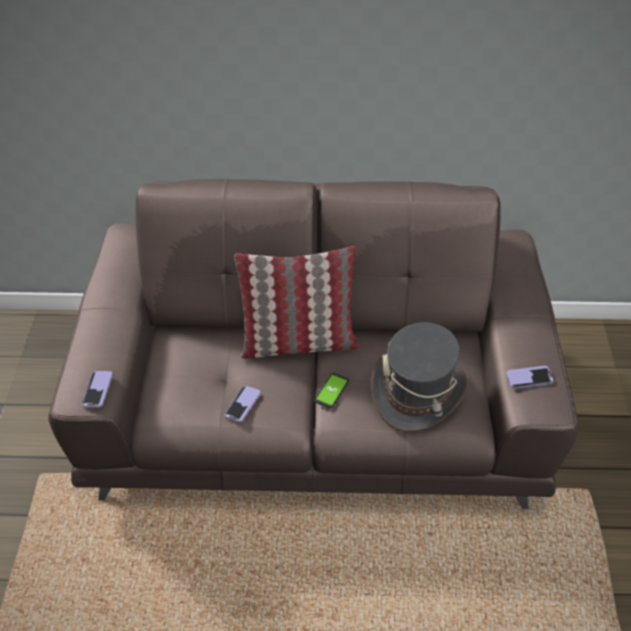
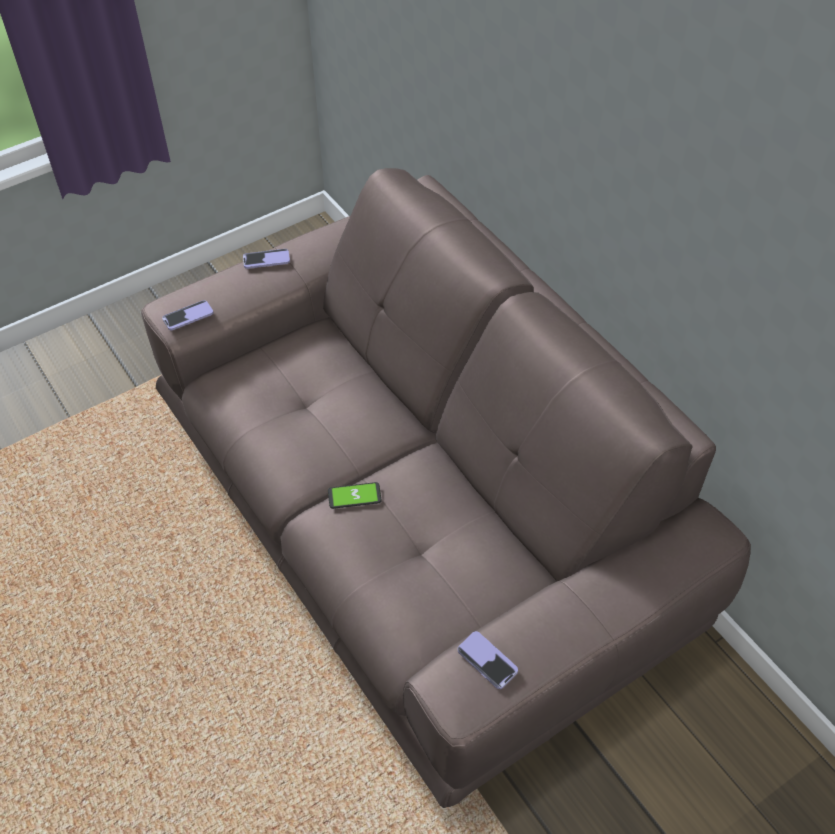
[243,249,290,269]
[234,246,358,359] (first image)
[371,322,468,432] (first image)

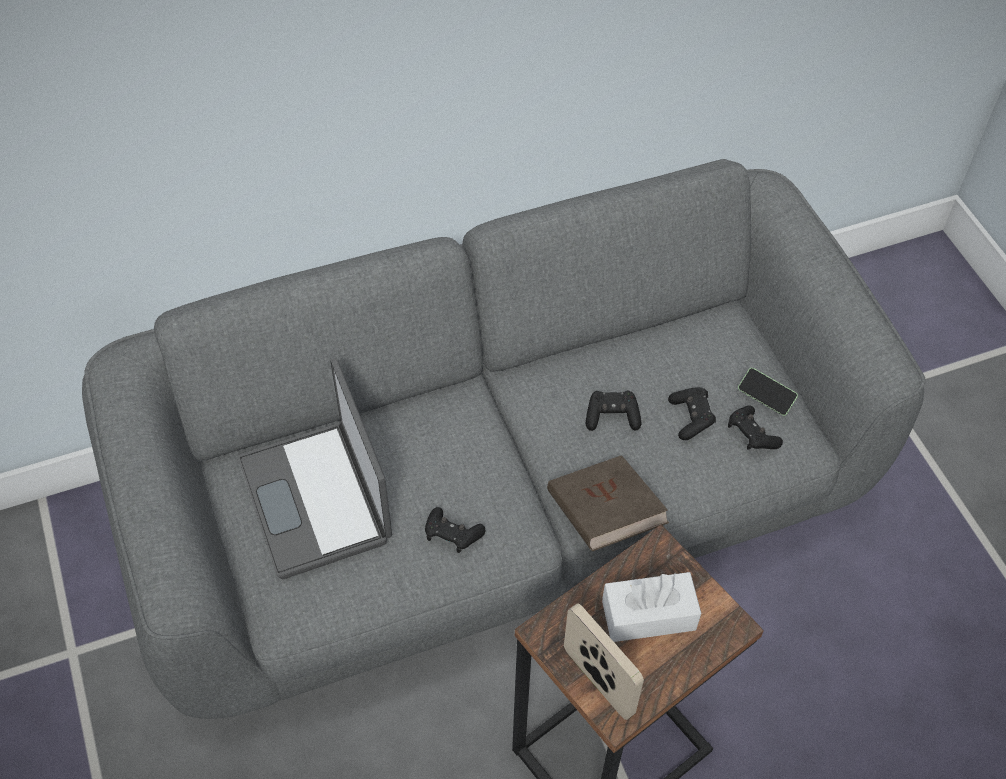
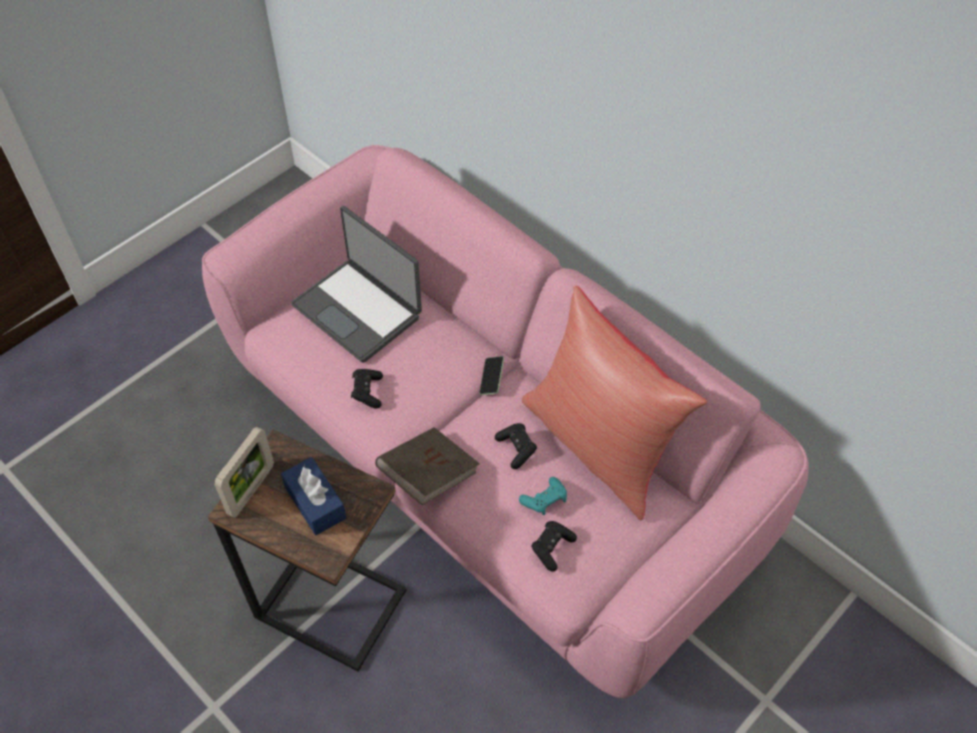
[202,145,809,698]
[281,457,346,535]
[291,206,422,363]
[479,356,504,395]
[519,477,567,515]
[522,286,707,520]

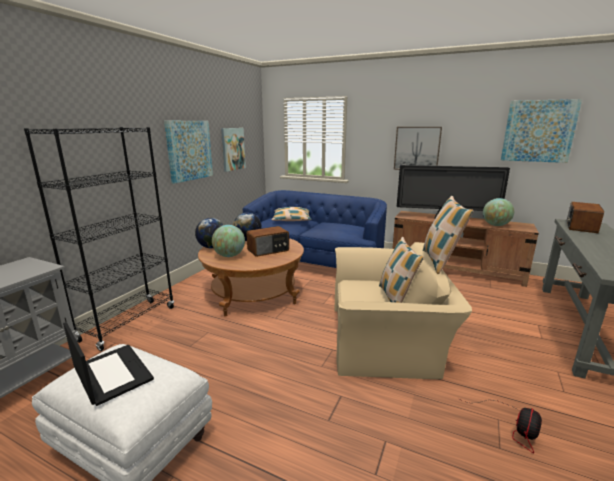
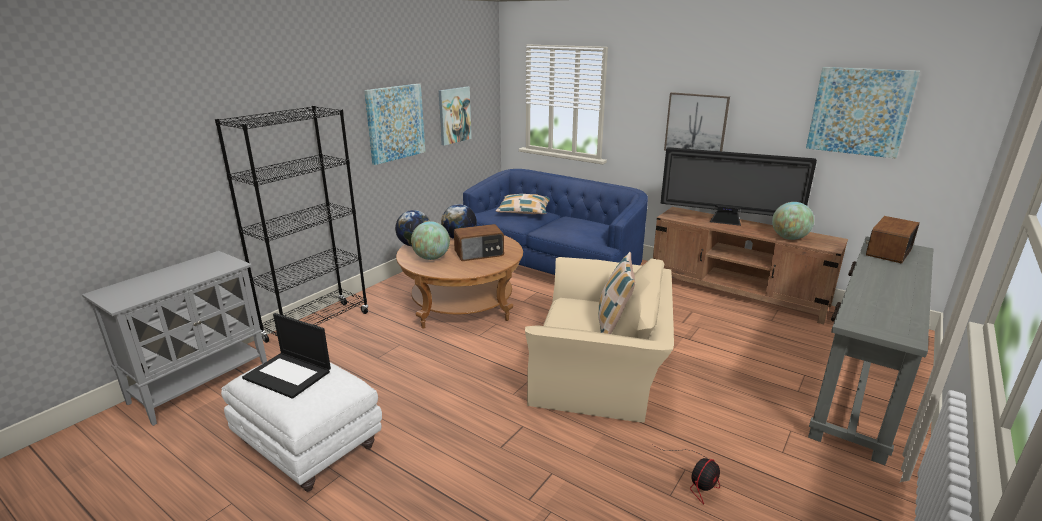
[242,313,331,399]
[423,196,474,274] (first image)

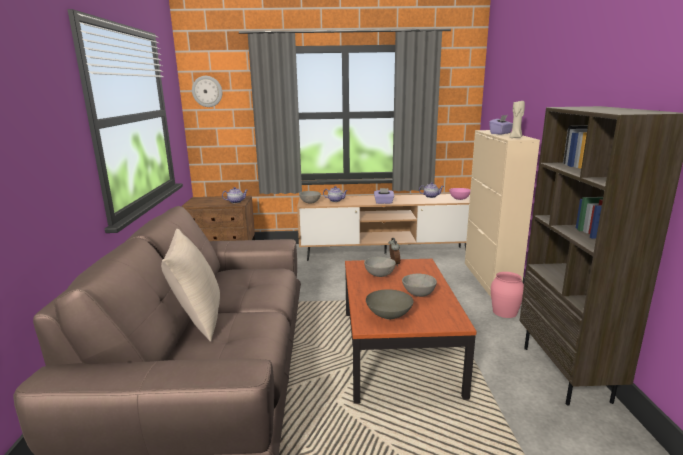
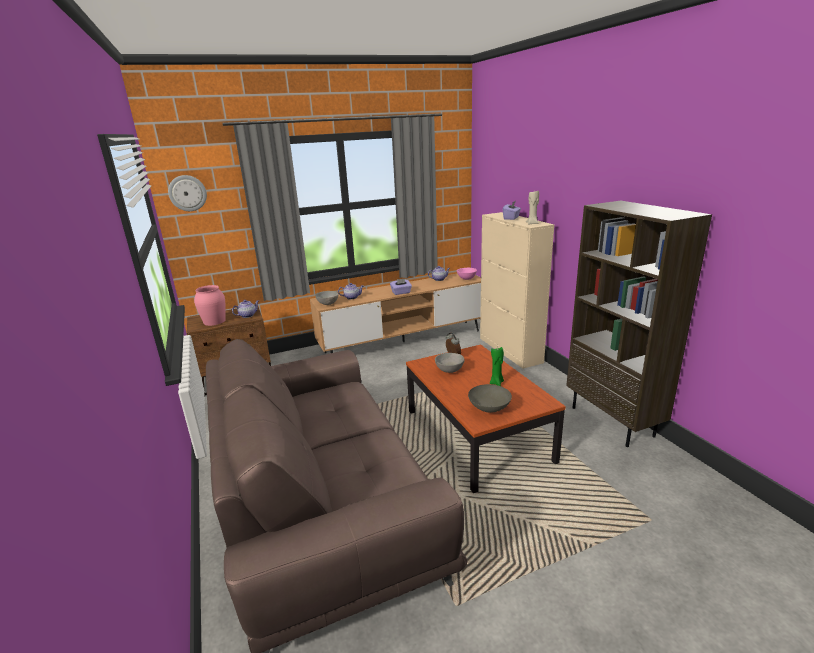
[194,285,226,326]
[490,347,504,386]
[161,229,220,342] (first image)

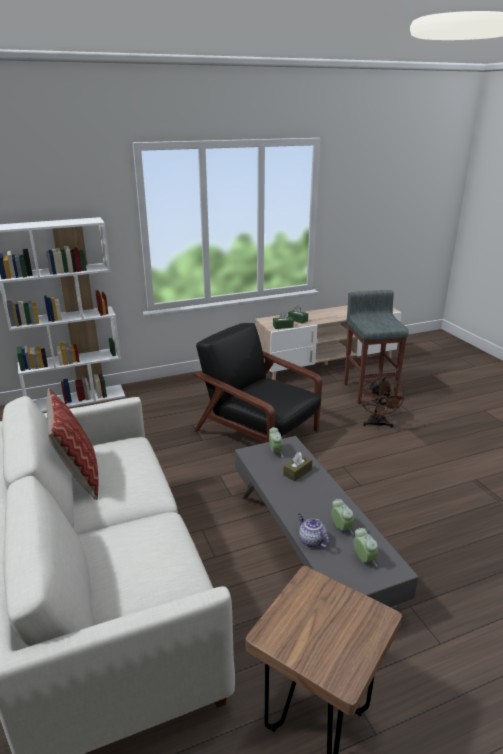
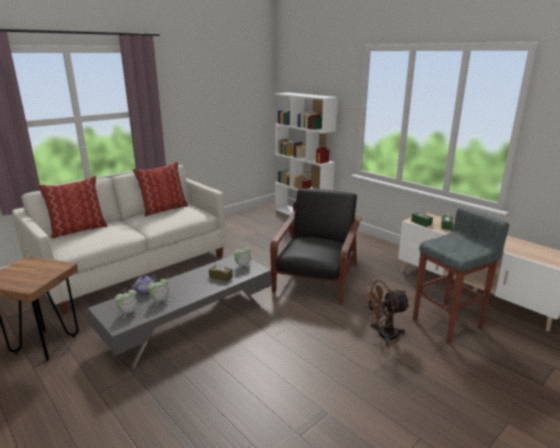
[37,176,107,239]

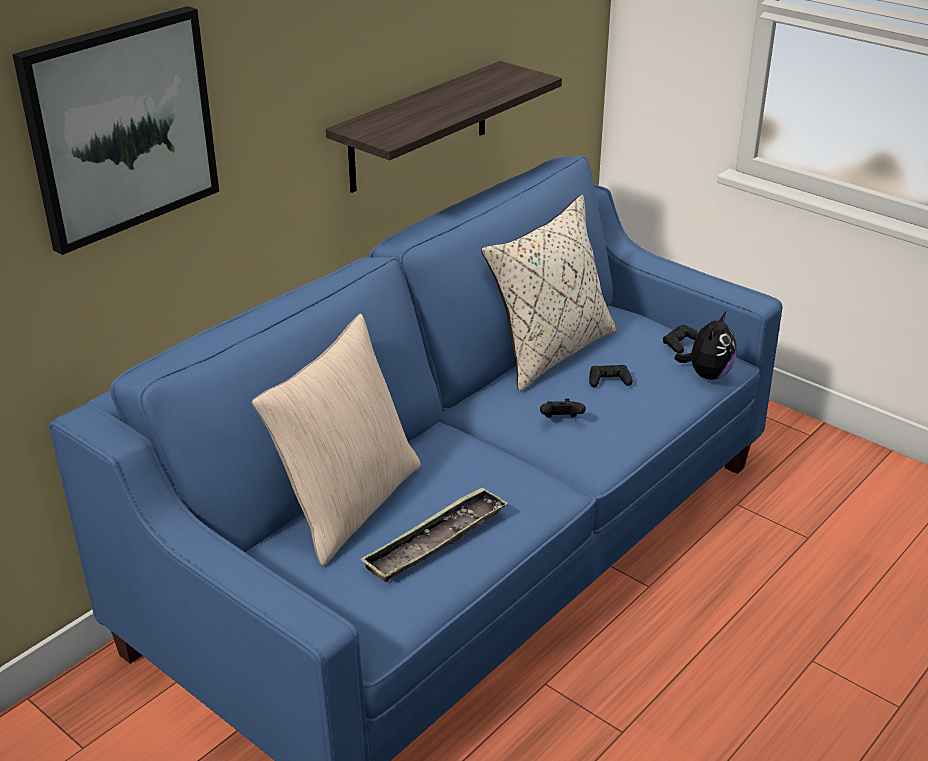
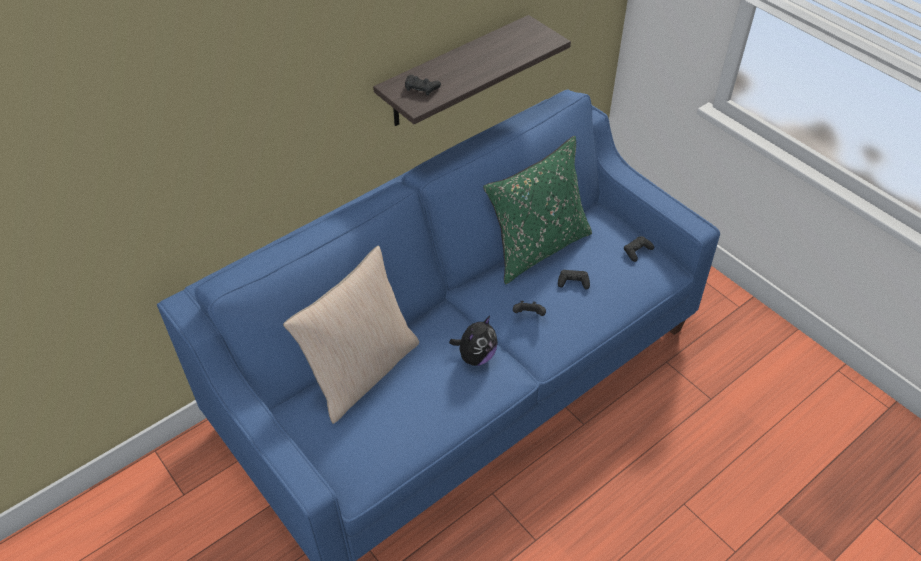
[405,75,441,96]
[449,316,498,366]
[483,136,592,284]
[12,6,219,255] (first image)
[360,487,508,582] (first image)

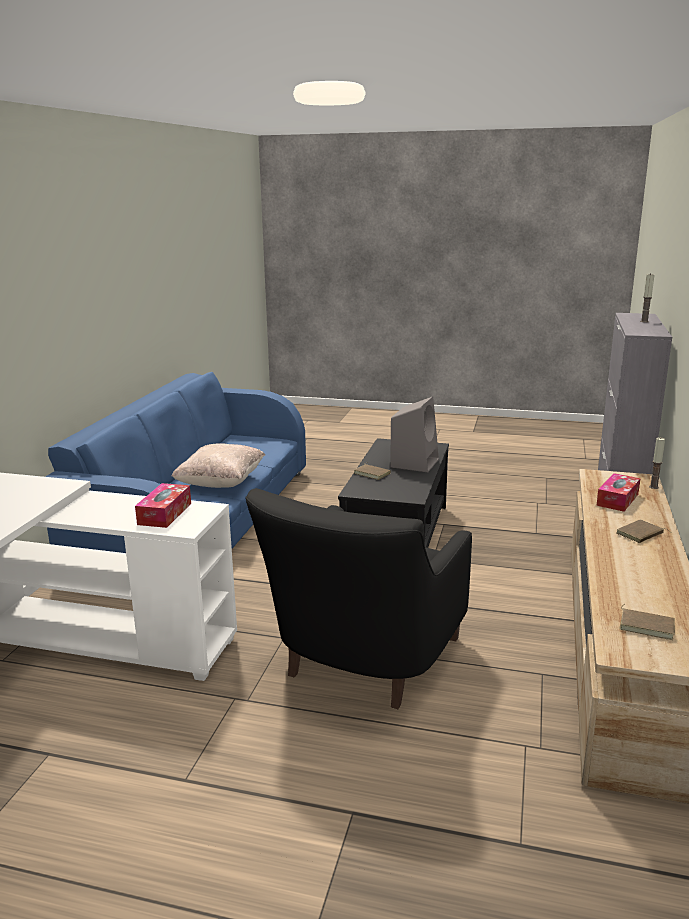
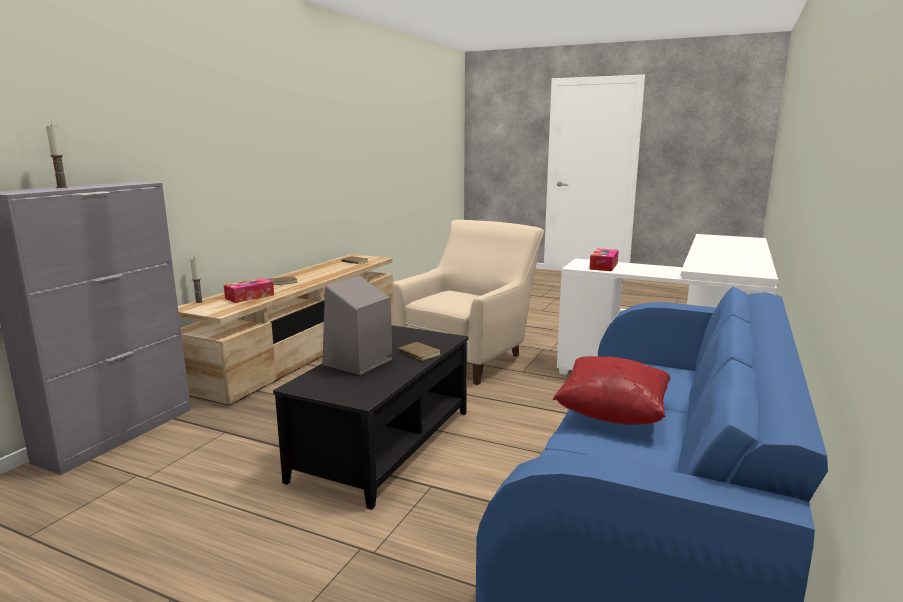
[392,220,544,385]
[553,356,671,425]

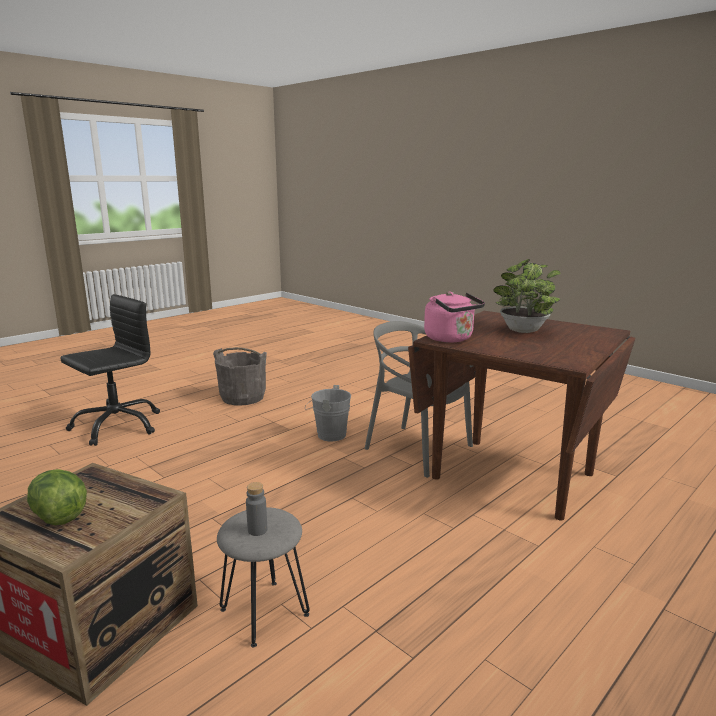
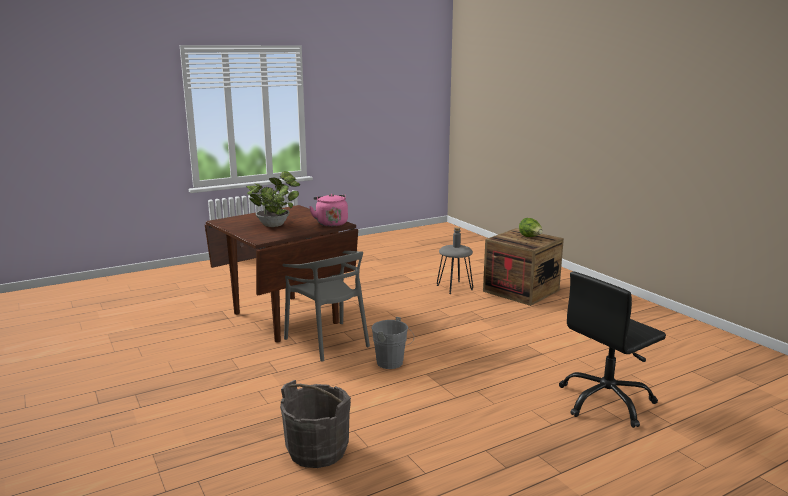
[280,380,351,468]

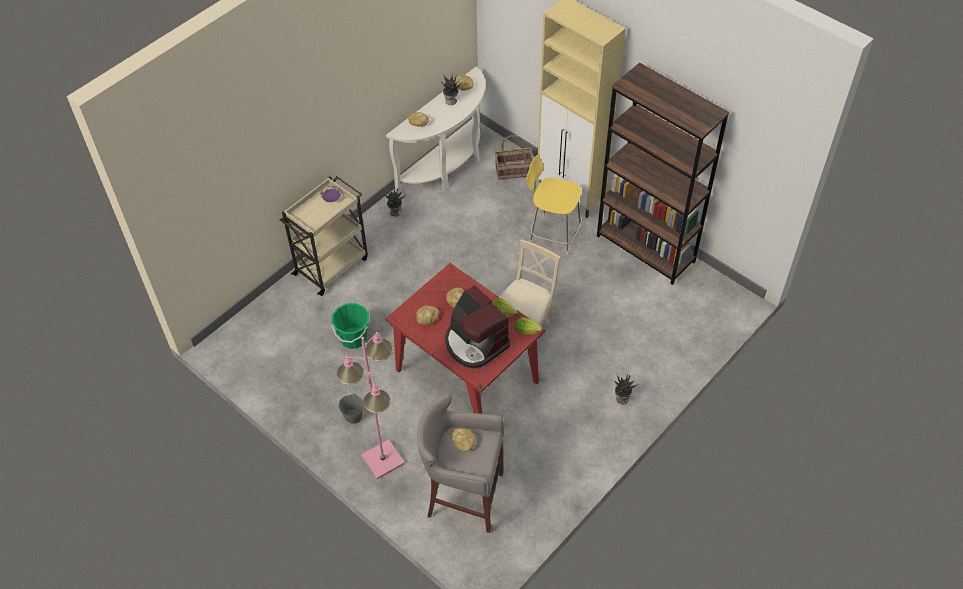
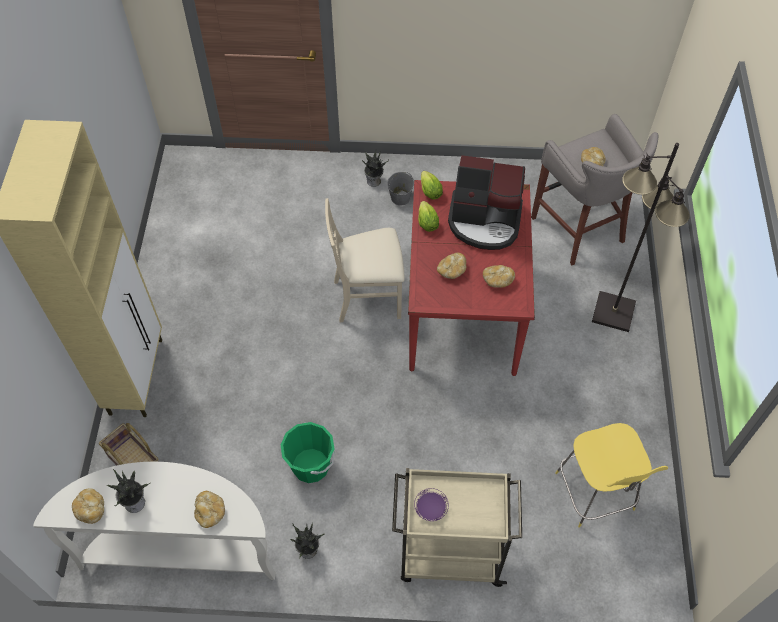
[281,422,335,483]
[387,172,414,206]
[448,155,525,250]
[555,423,668,528]
[592,143,690,332]
[597,62,729,285] (first image)

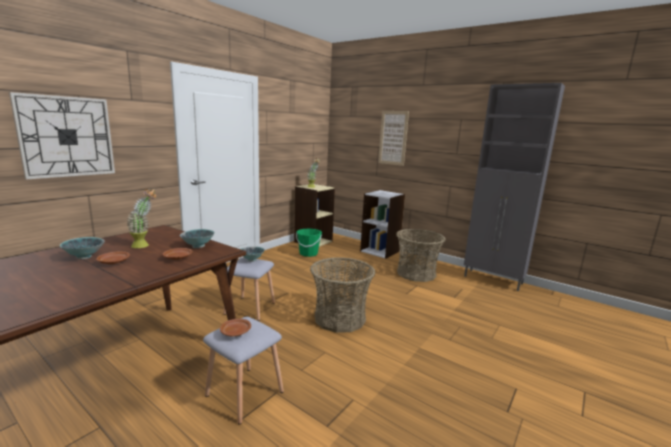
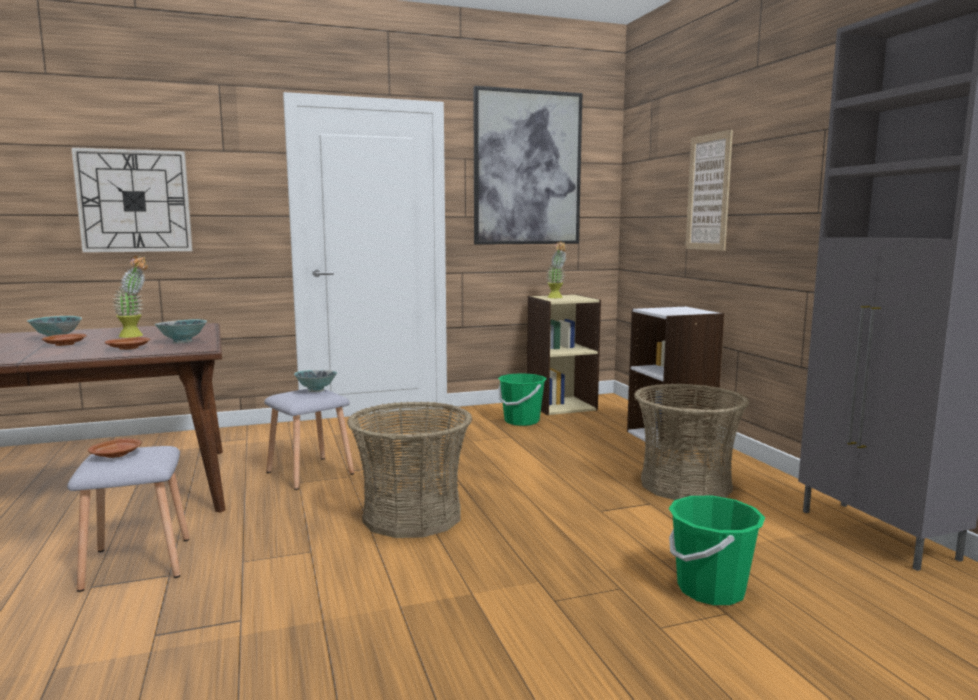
[473,86,583,245]
[668,496,765,605]

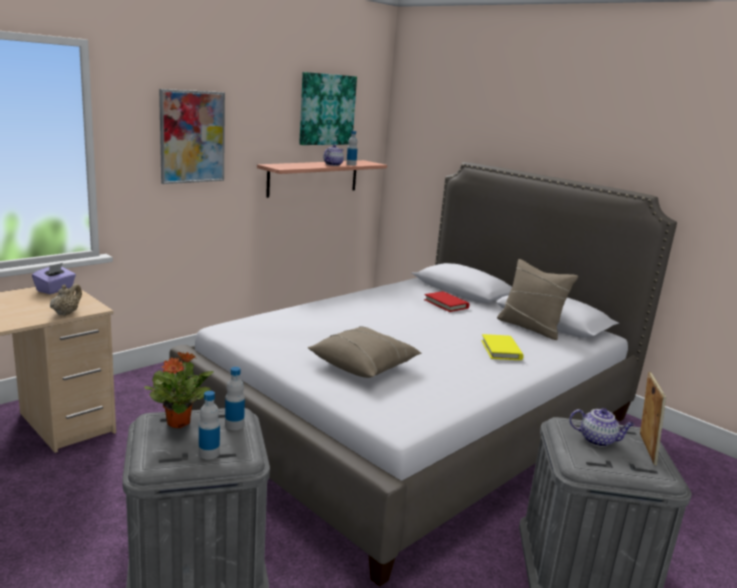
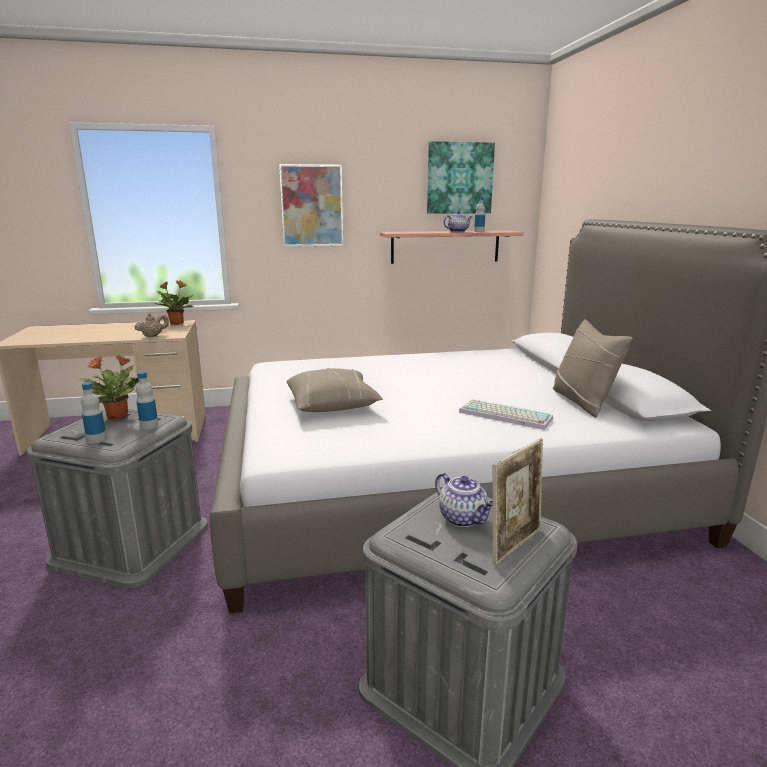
[153,280,194,325]
[459,399,553,430]
[424,291,470,312] (first image)

